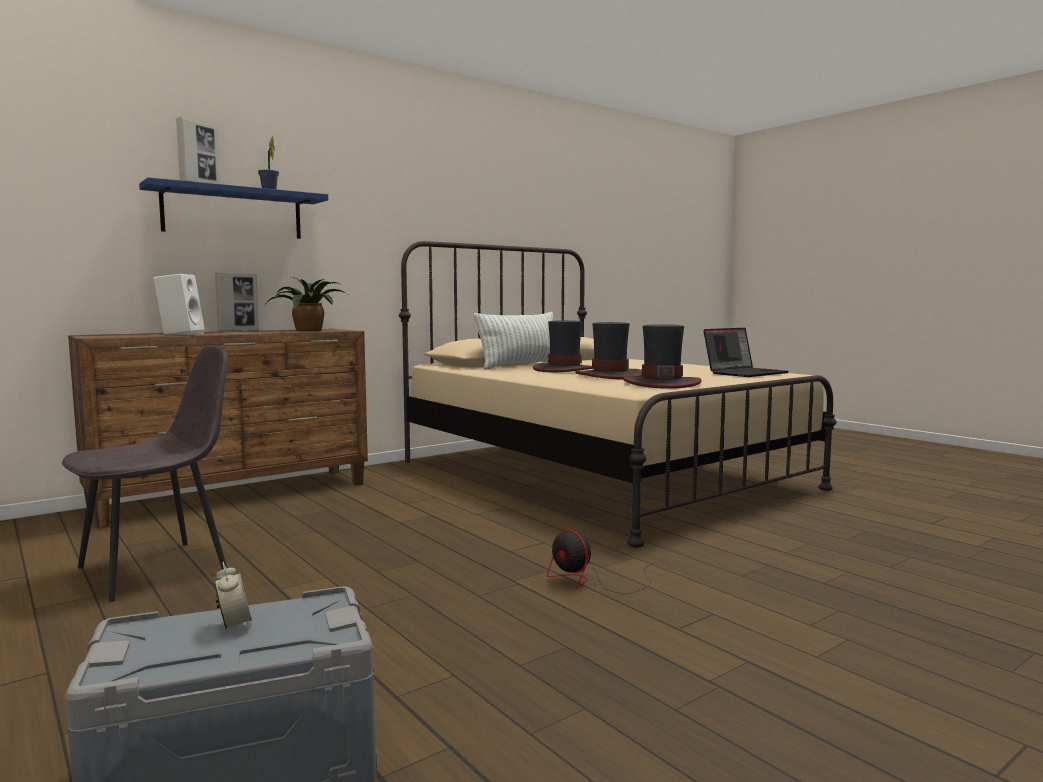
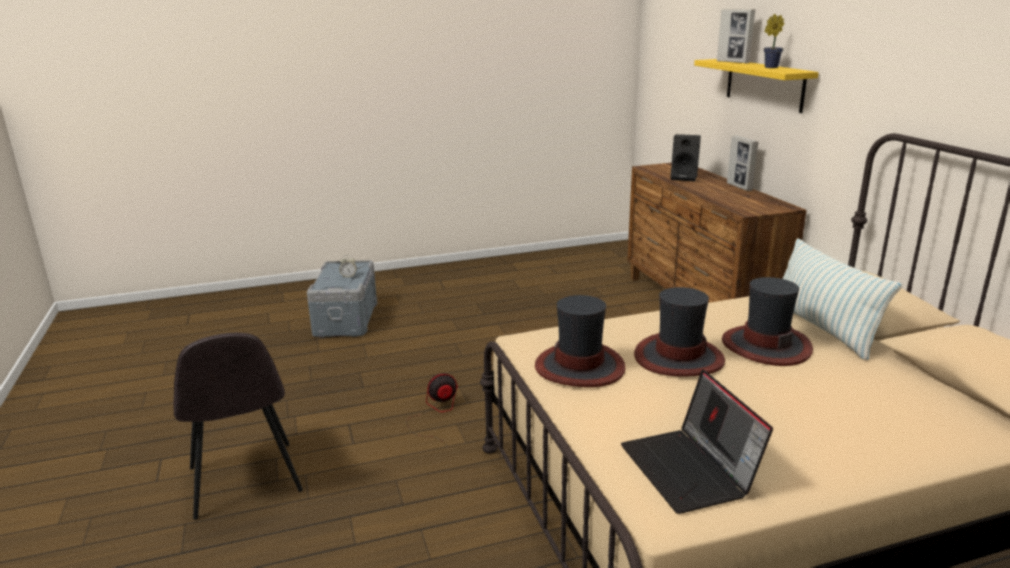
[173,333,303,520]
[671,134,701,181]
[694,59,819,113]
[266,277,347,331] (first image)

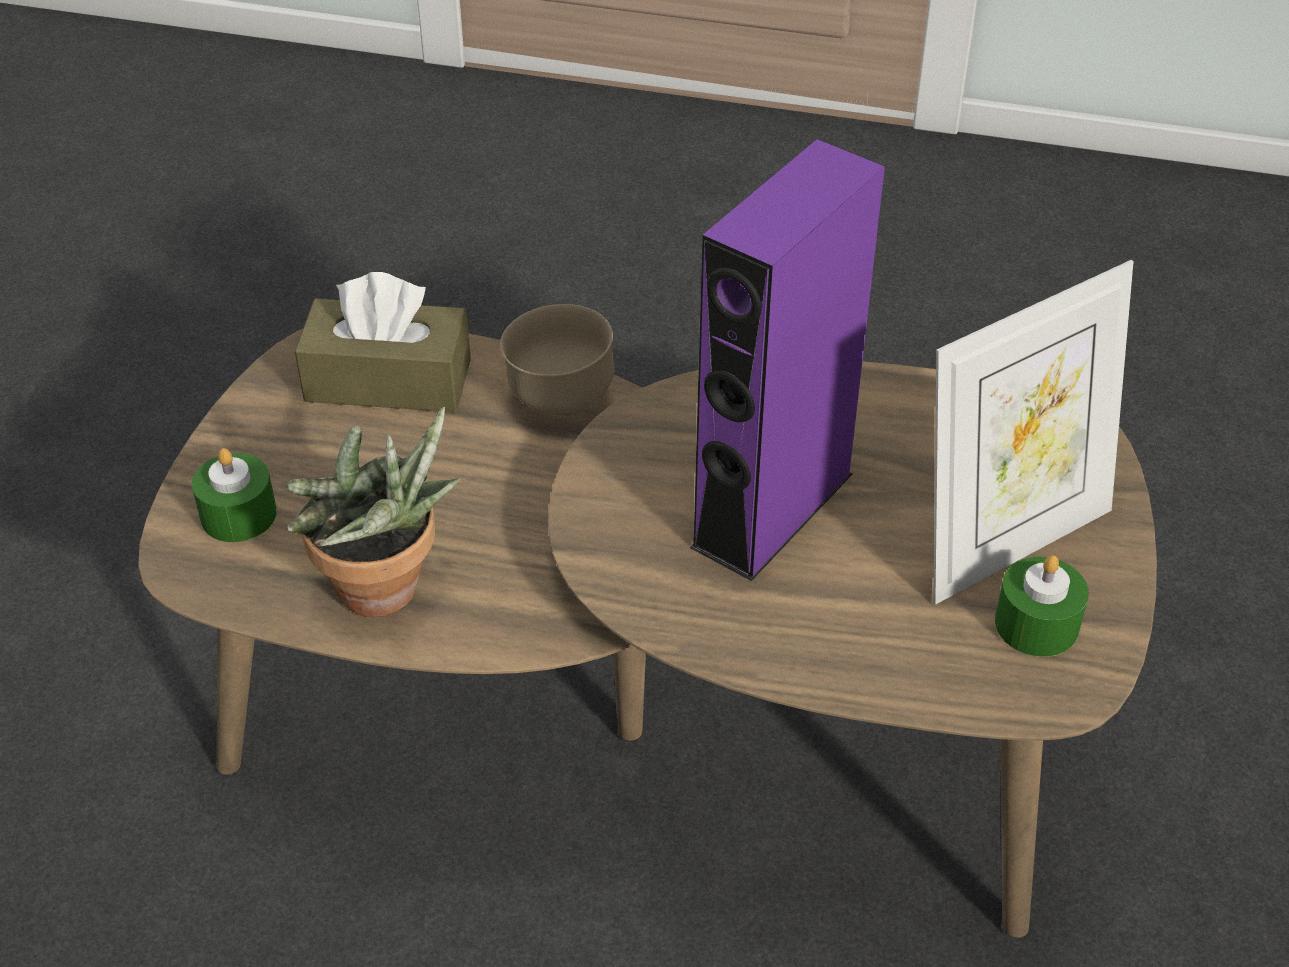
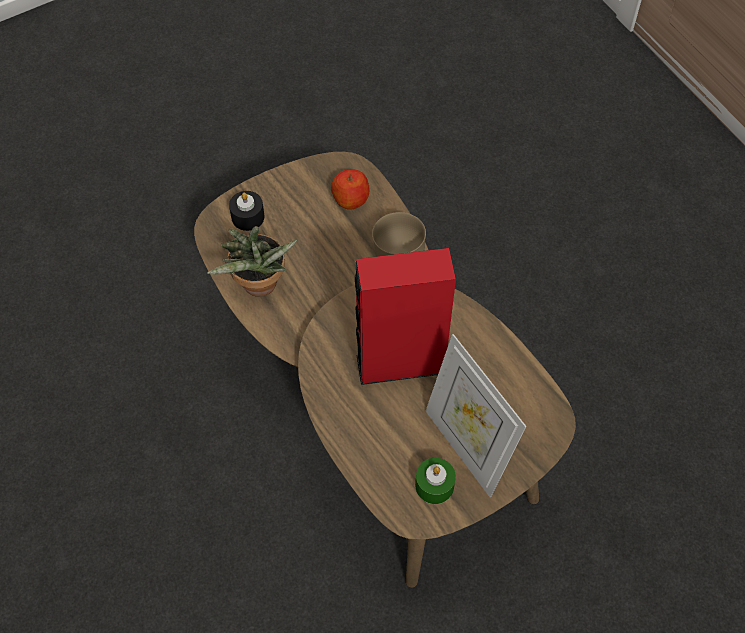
[229,191,265,231]
[331,169,370,210]
[355,248,456,385]
[426,334,527,497]

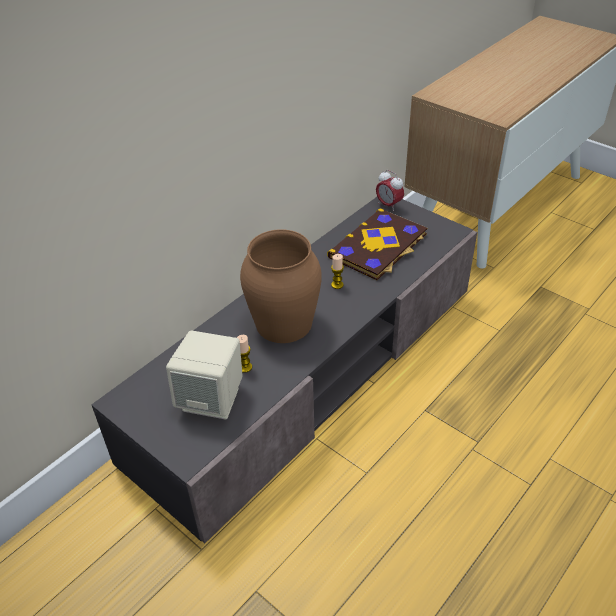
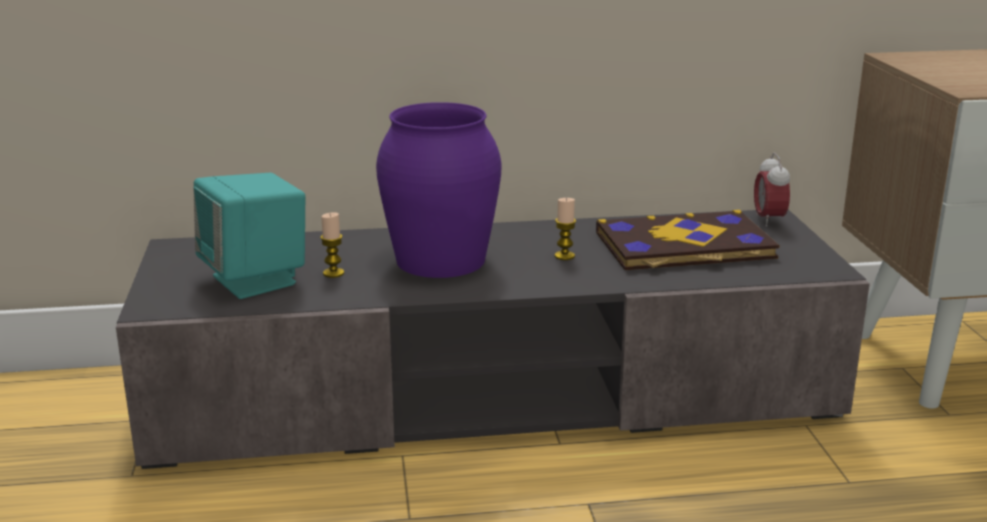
[194,173,305,299]
[376,102,502,278]

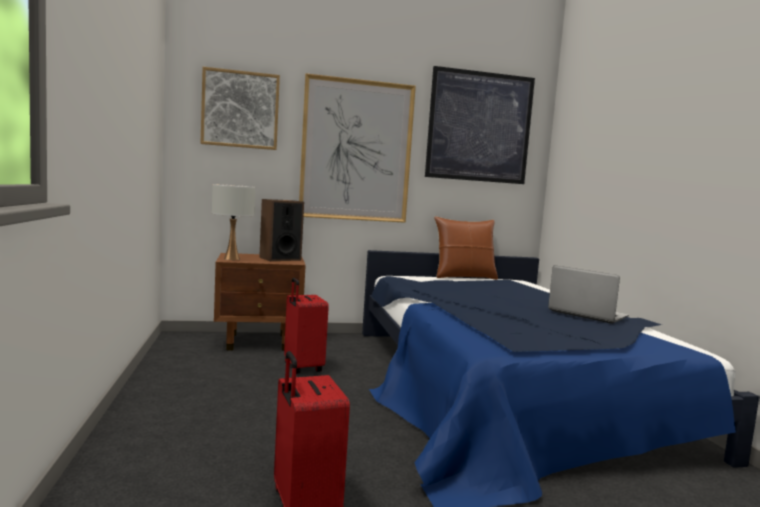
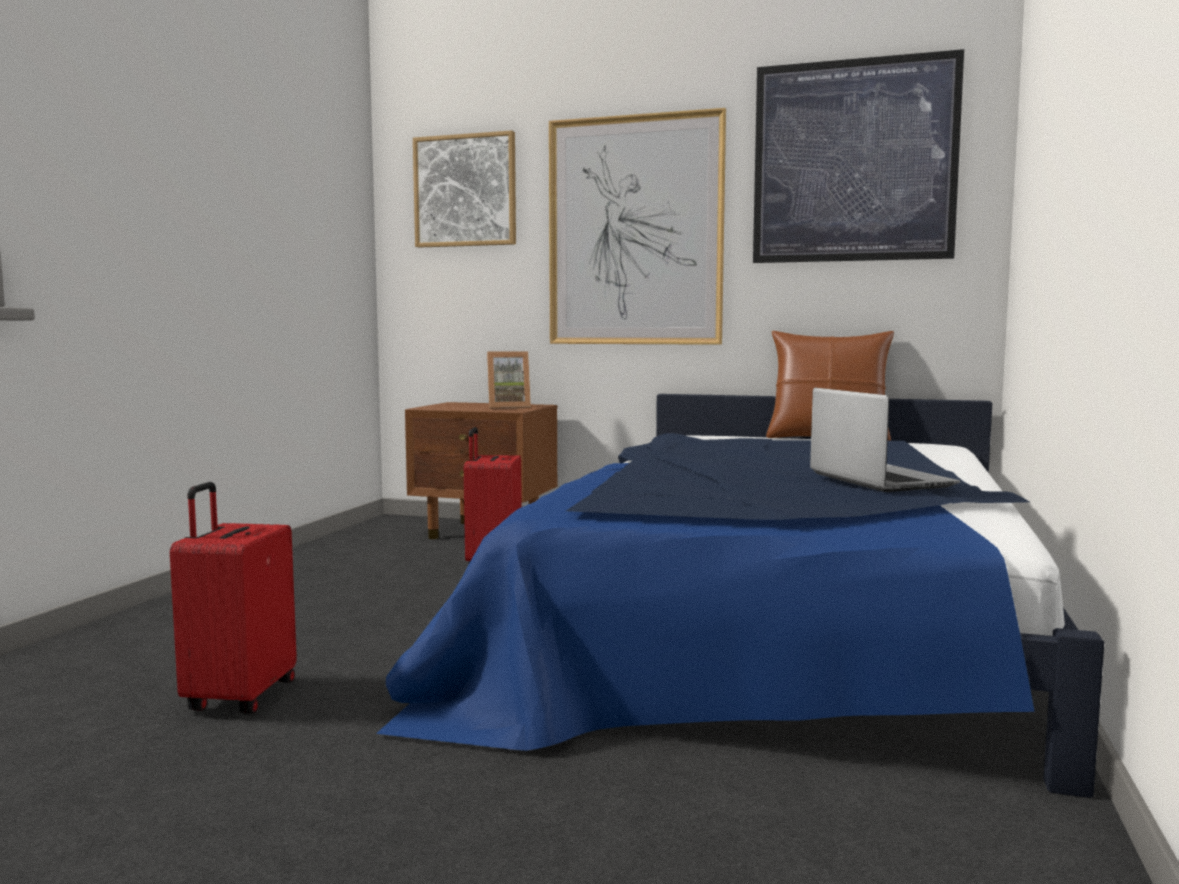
[487,351,531,409]
[212,184,256,260] (first image)

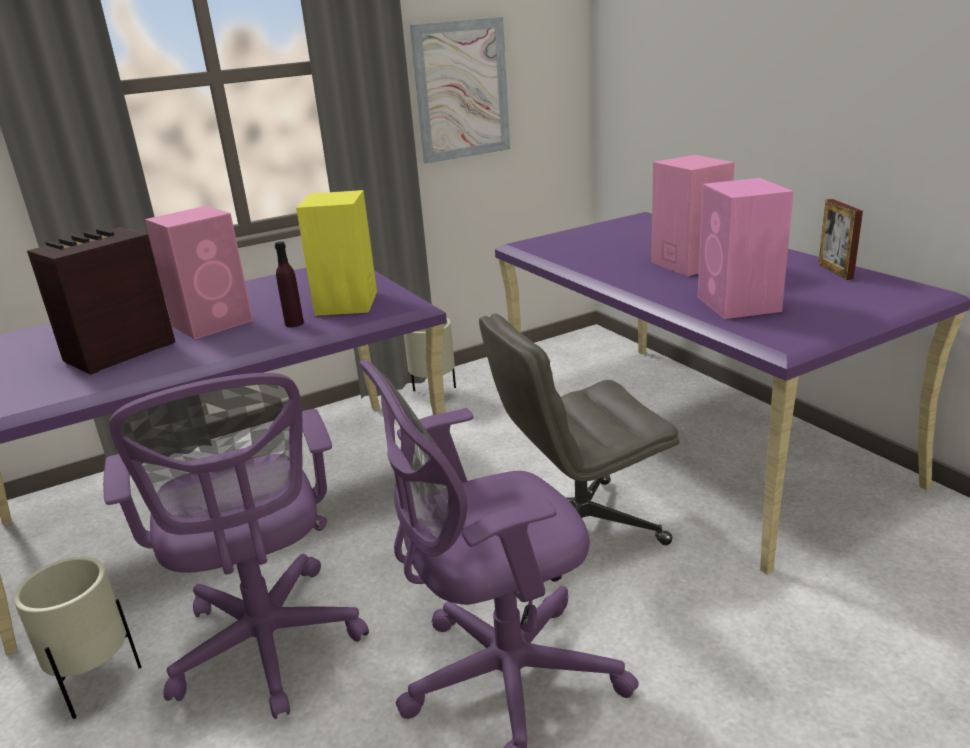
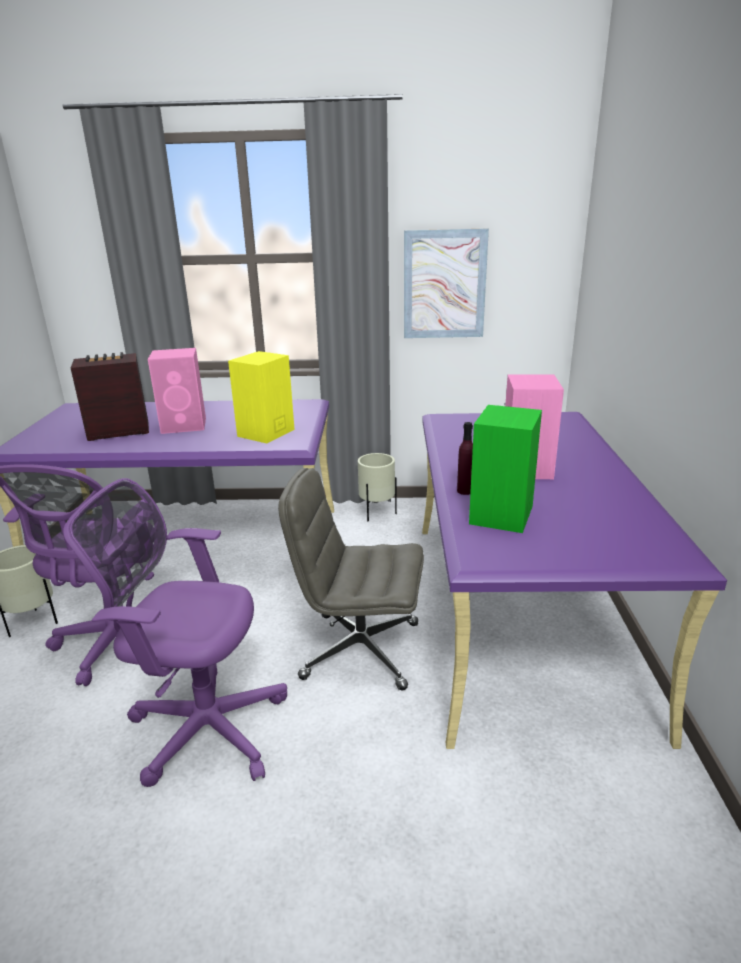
[457,422,473,495]
[469,405,542,533]
[818,199,863,280] (first image)

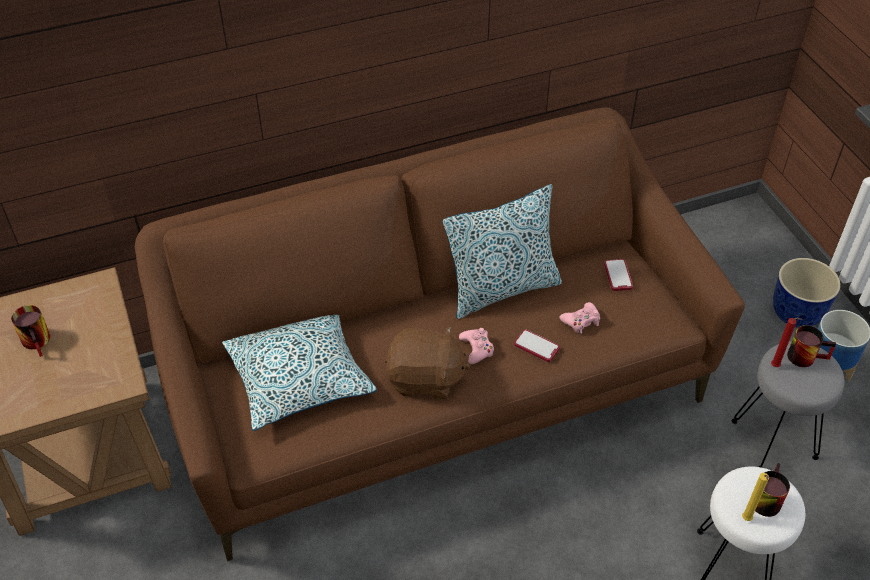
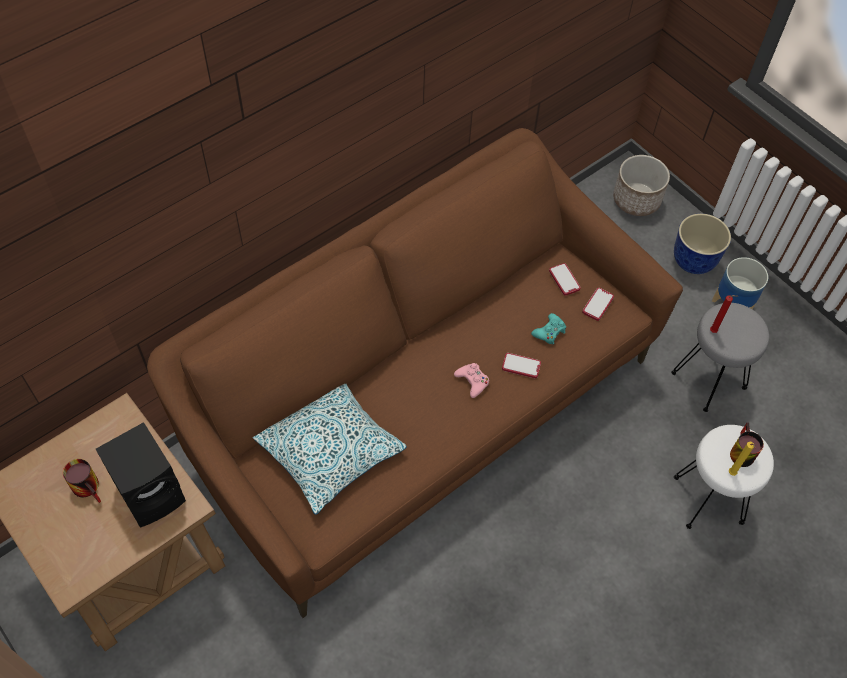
[96,422,186,528]
[531,313,566,345]
[582,288,614,321]
[613,155,670,216]
[385,326,471,399] (first image)
[443,184,562,319] (first image)
[787,325,836,367] (first image)

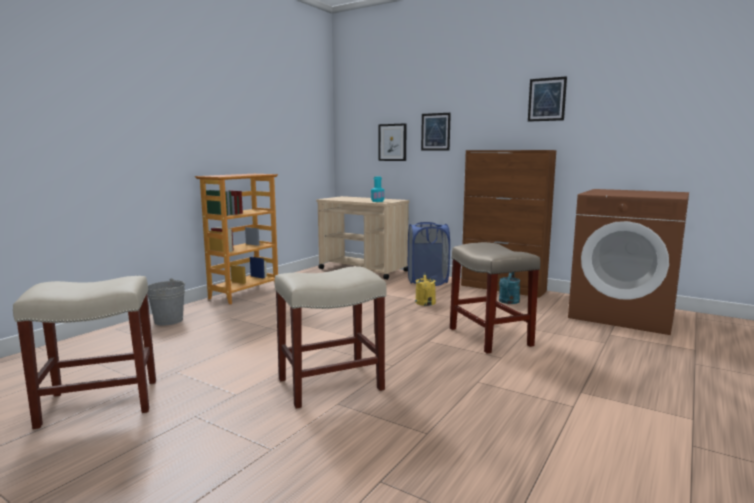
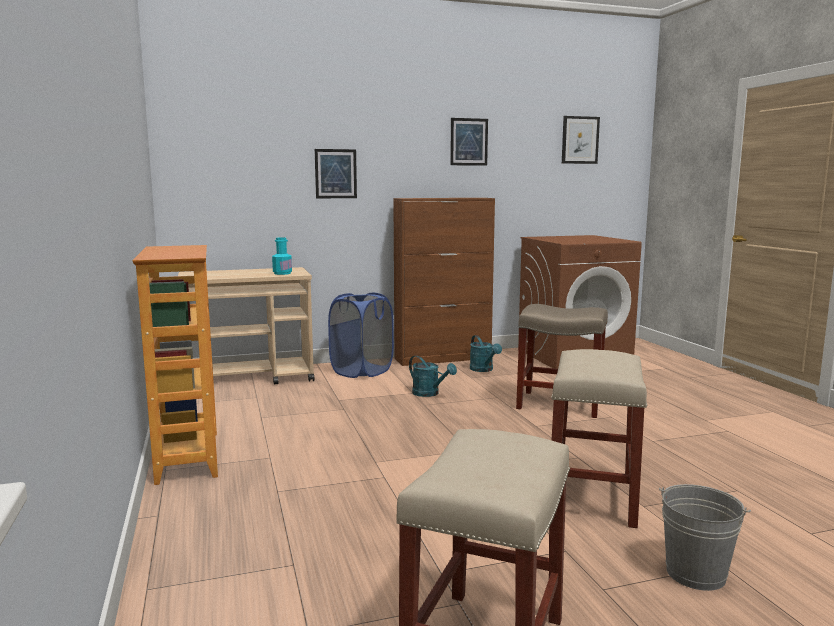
[409,356,457,397]
[562,116,600,164]
[659,484,751,591]

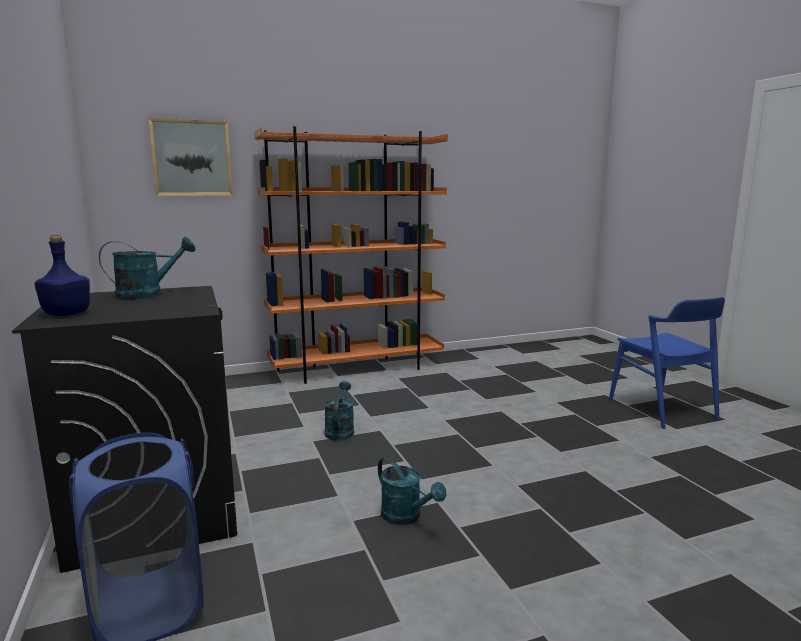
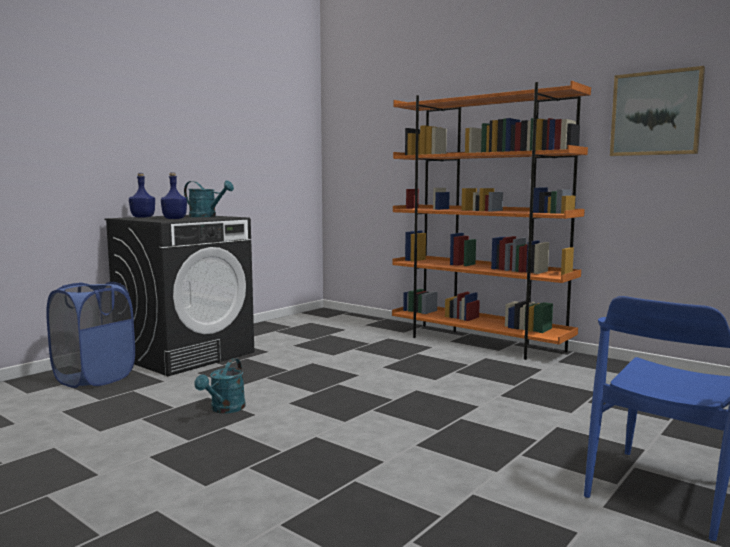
[161,172,187,219]
[610,66,705,156]
[324,381,354,441] (first image)

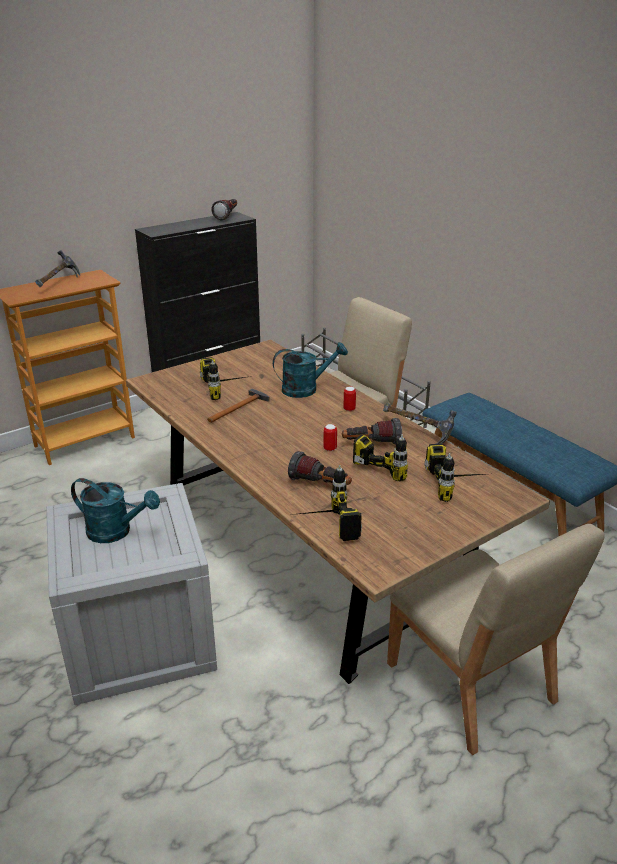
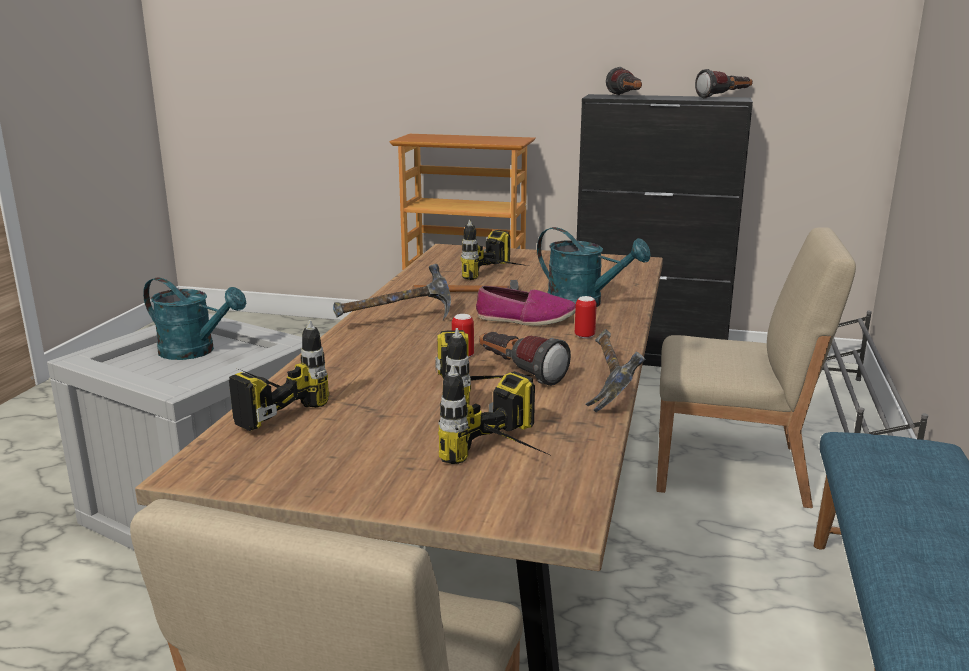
[143,277,246,360]
[333,264,451,320]
[476,286,576,326]
[606,67,642,95]

